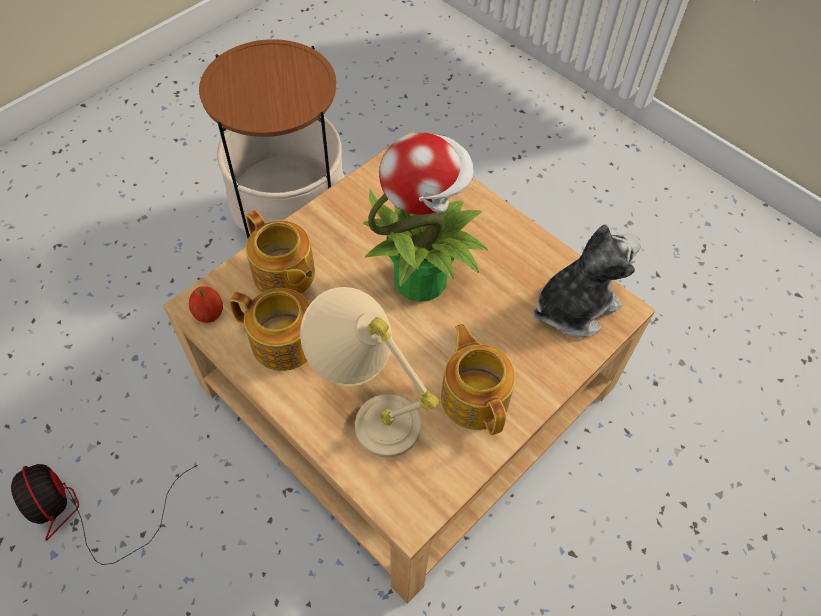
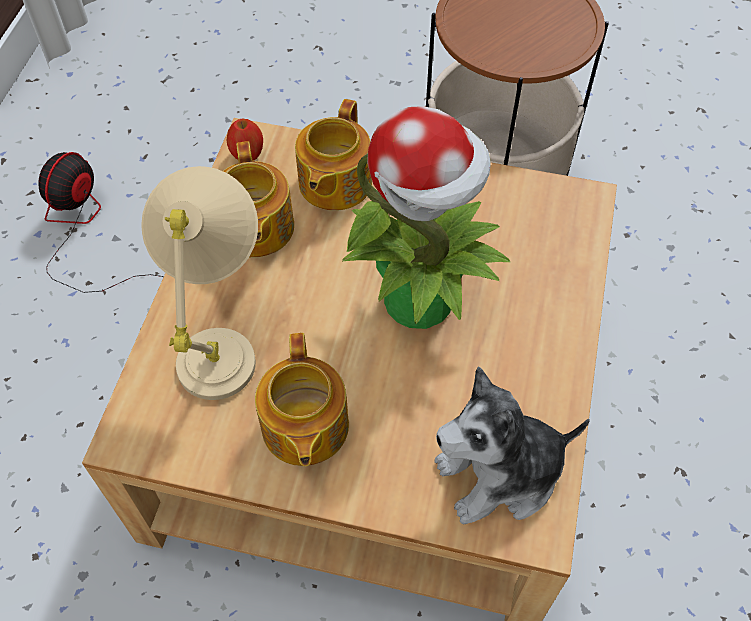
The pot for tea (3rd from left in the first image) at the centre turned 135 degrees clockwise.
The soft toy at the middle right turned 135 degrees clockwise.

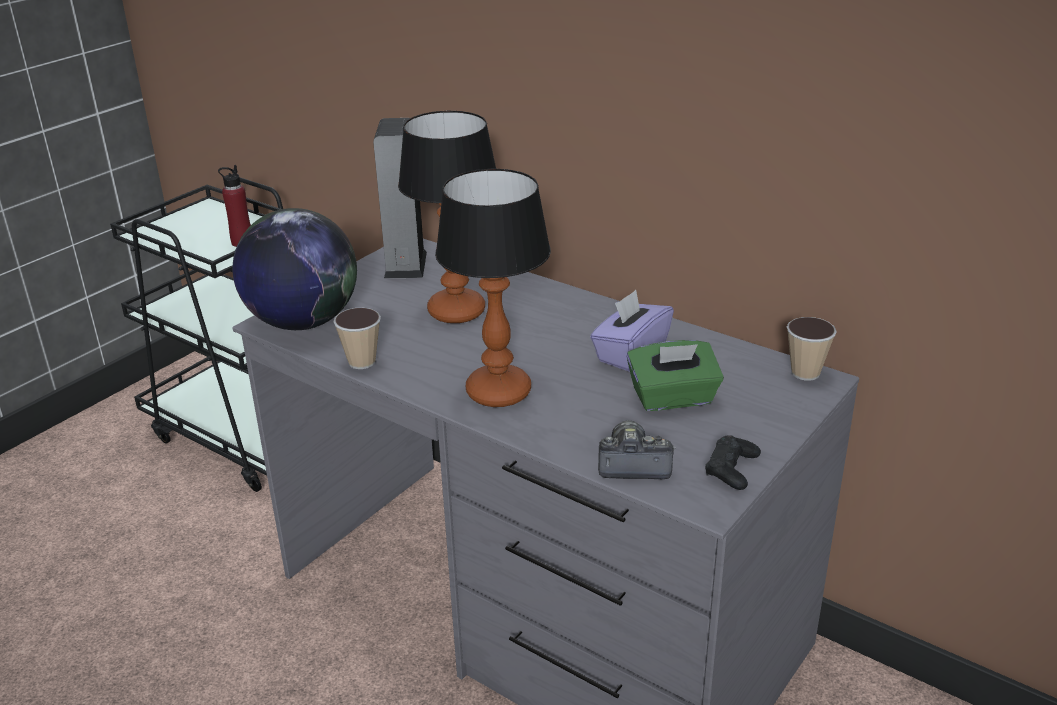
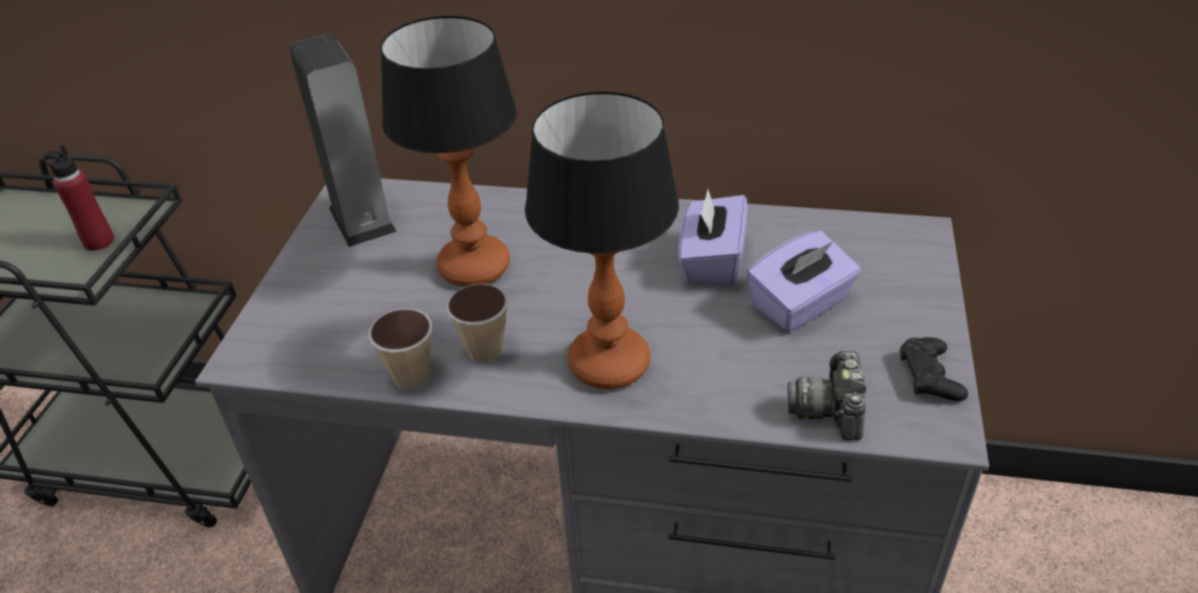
The cup (2nd from left) moved from the middle right to the centre.
The greenish box of tissues at the centre became the purple box of tissues (2nd from left) at the middle right.
The photo camera at the centre turned 60 degrees counterclockwise.
The globe at the middle left disappeared.

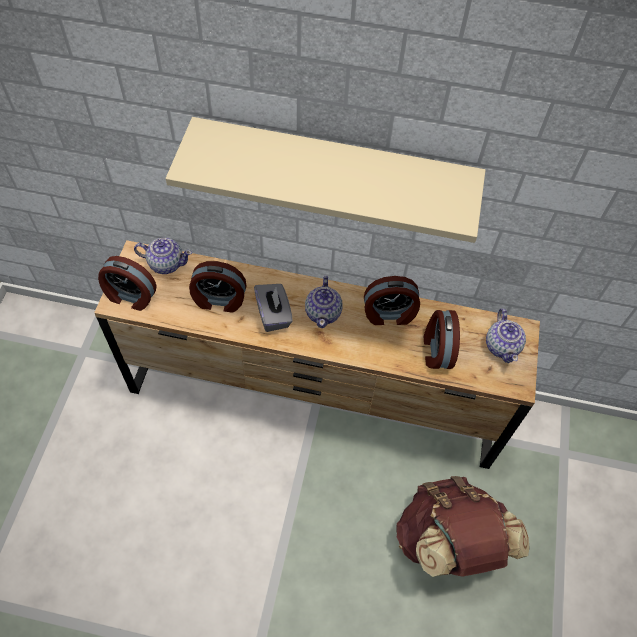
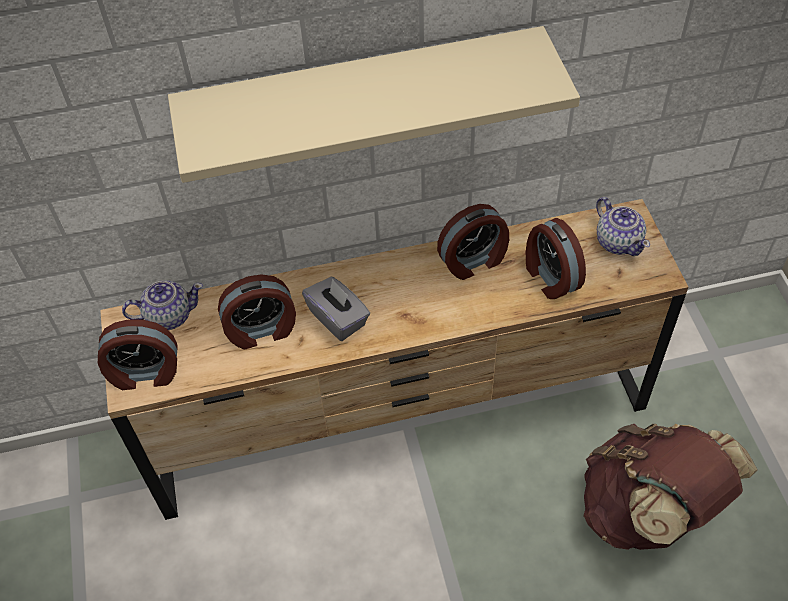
The pot for tea (2nd from left) at the centre disappeared.

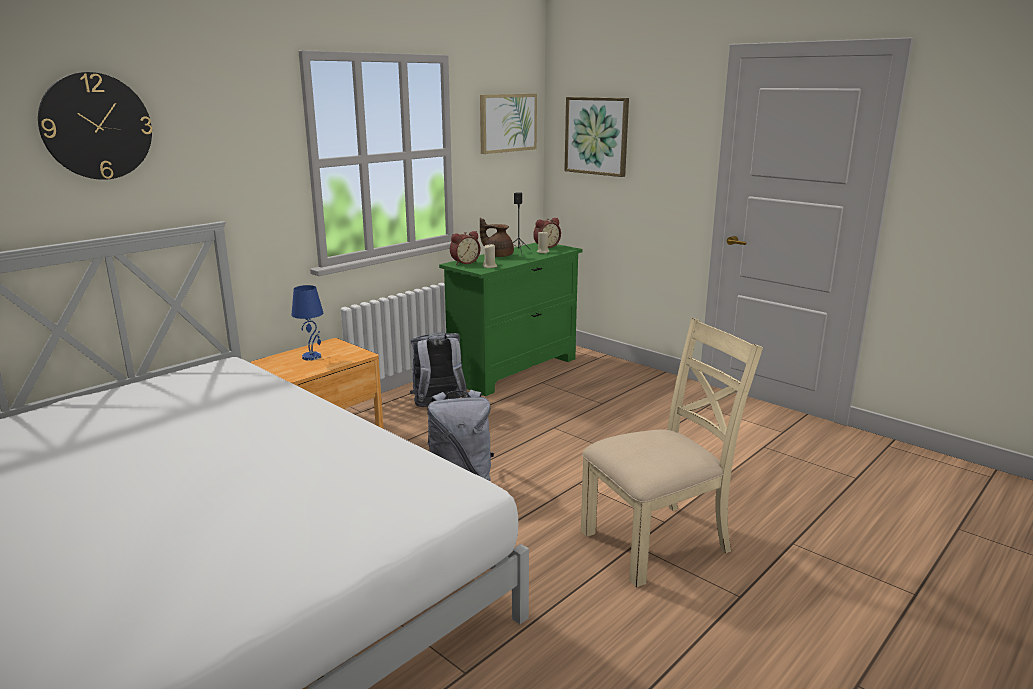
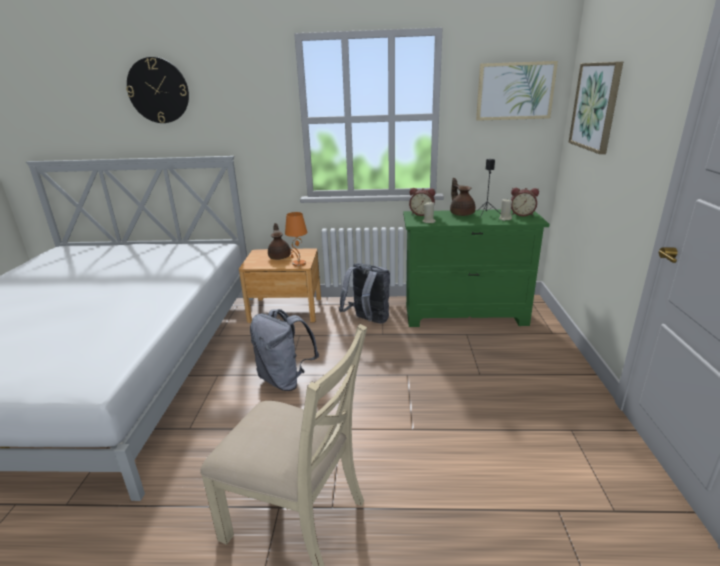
The blue table lamp at the middle left was replaced by the brown pot for tea (1st from left) at the centre.
The orangey table lamp at the centre appeared.

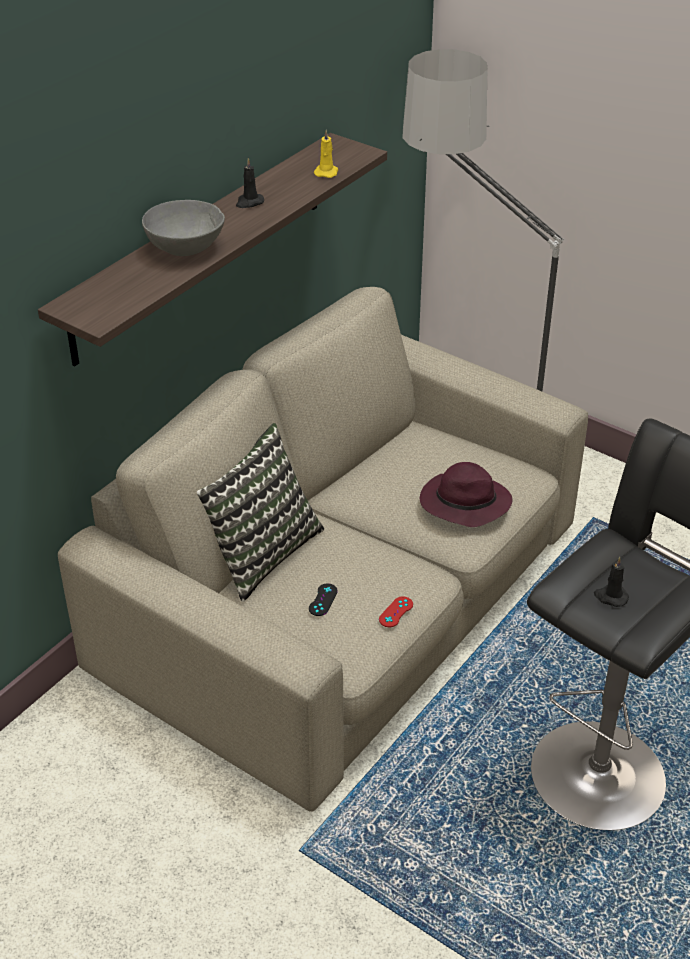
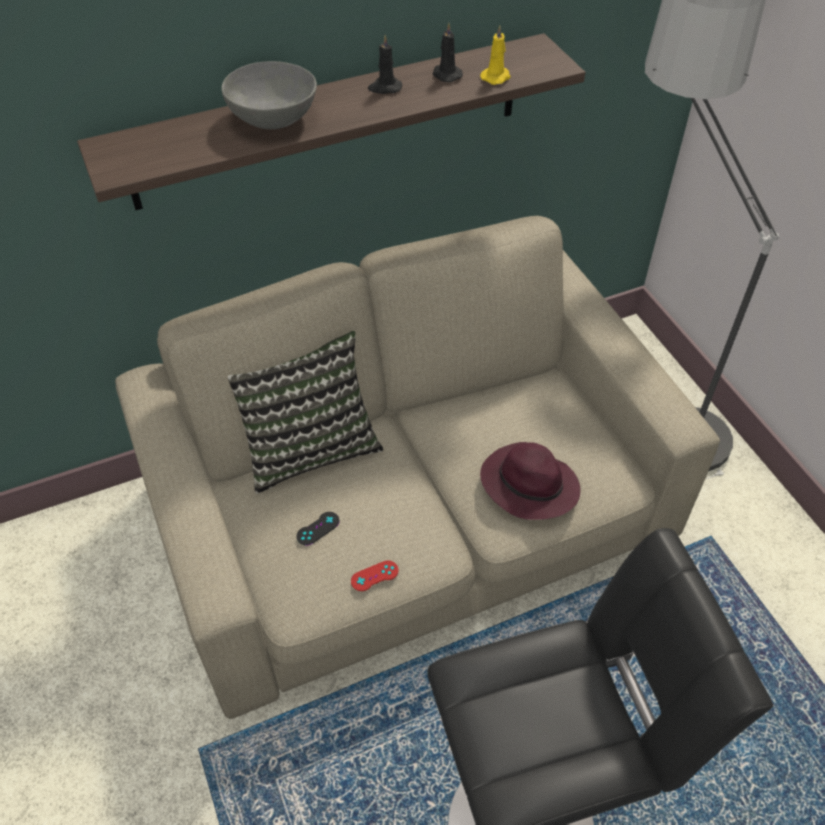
The black candle (2nd from left) moved from the middle right to the top centre.

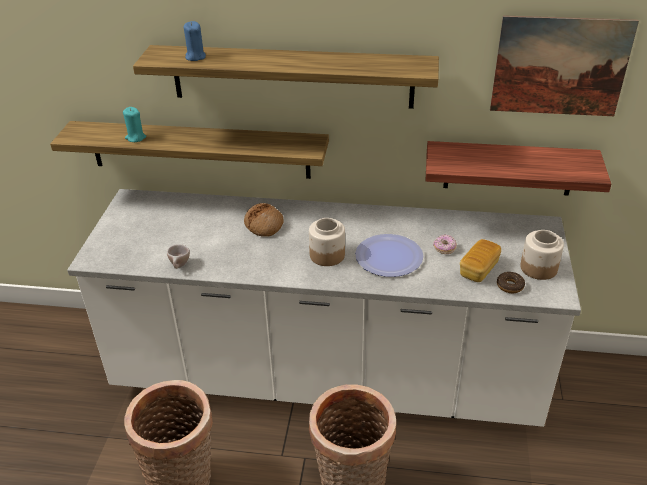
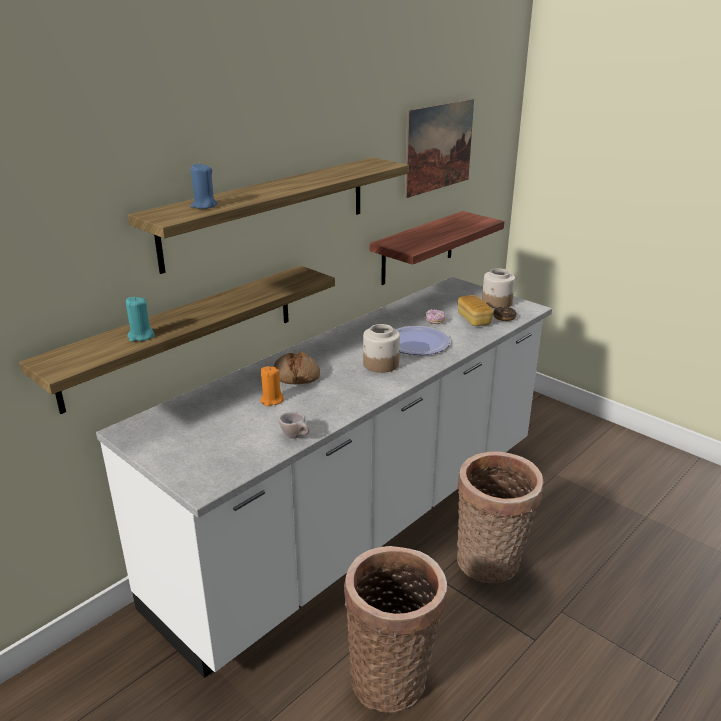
The orangey candle at the centre appeared.

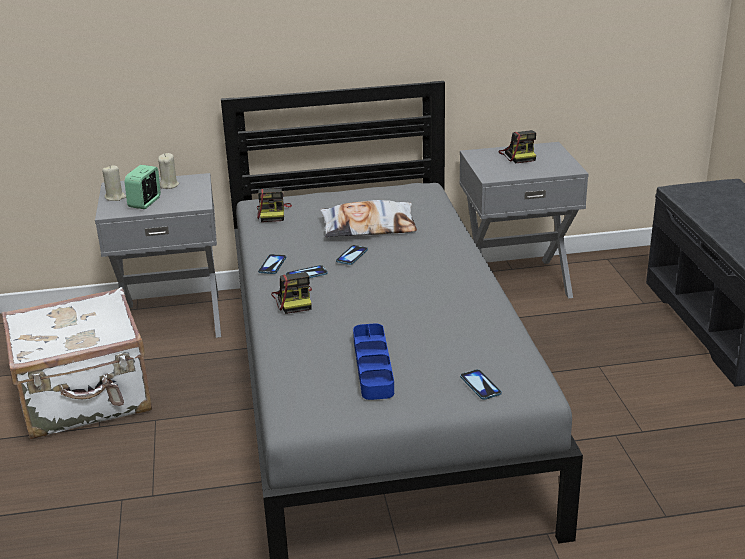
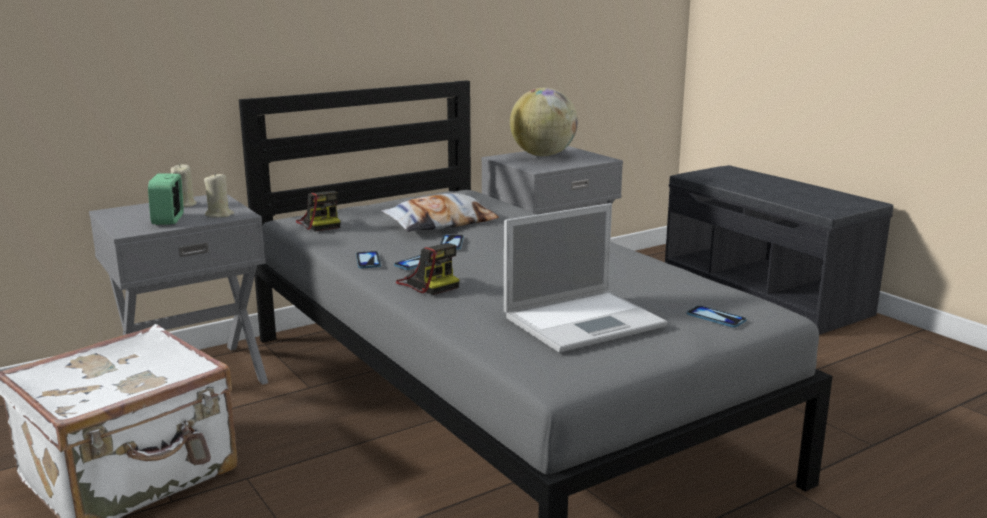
The beige candle (1st from left in the first image) moved from the top left to the middle left.
The blue serving tray at the centre was replaced by the portable computer at the centre.
The photo camera (3rd from left) at the top right was replaced by the globe at the top centre.

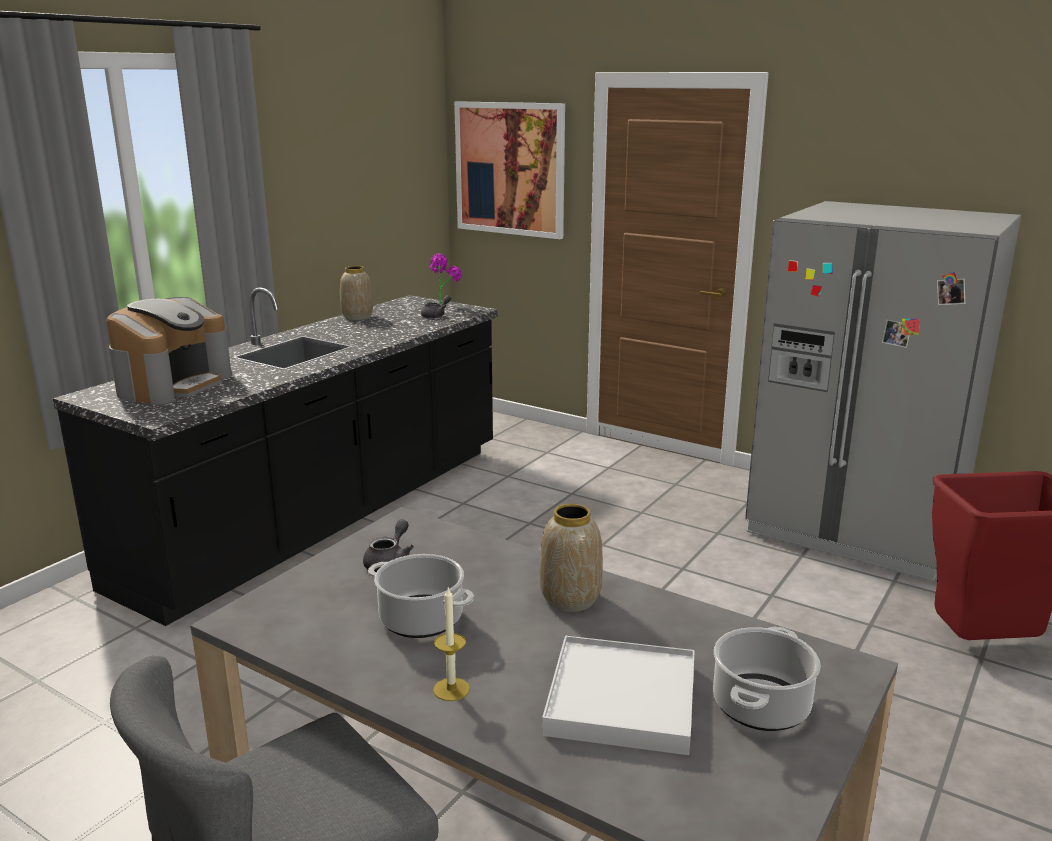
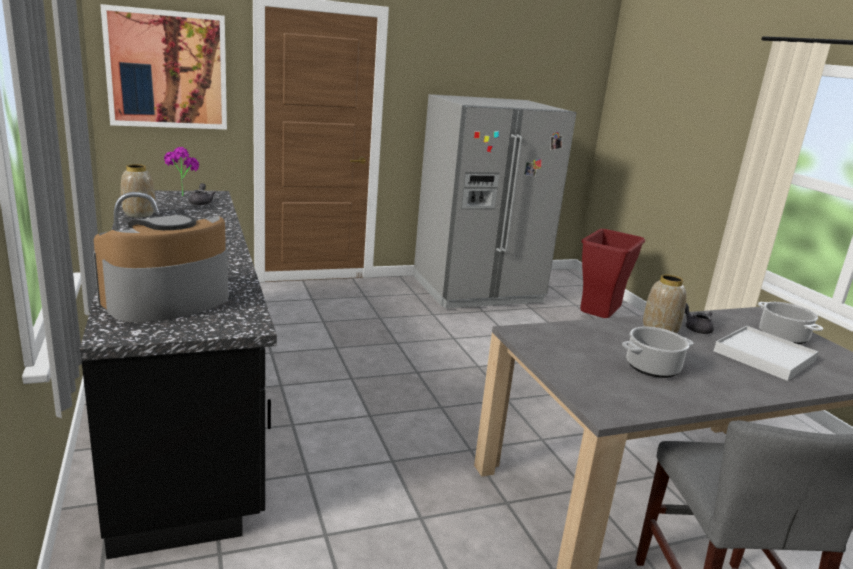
The coffee maker at the middle left turned 105 degrees counterclockwise.
The grey pot for tea (1st from left in the first image) moved from the centre to the middle right.
The candle at the bottom centre disappeared.

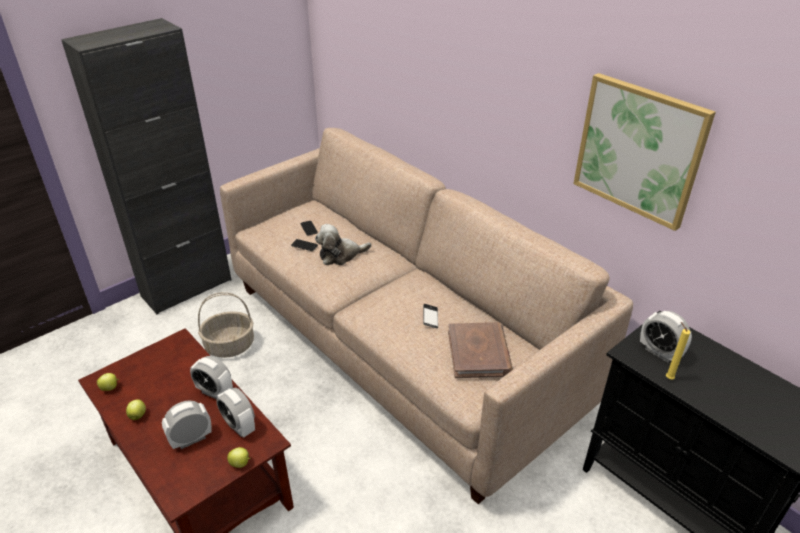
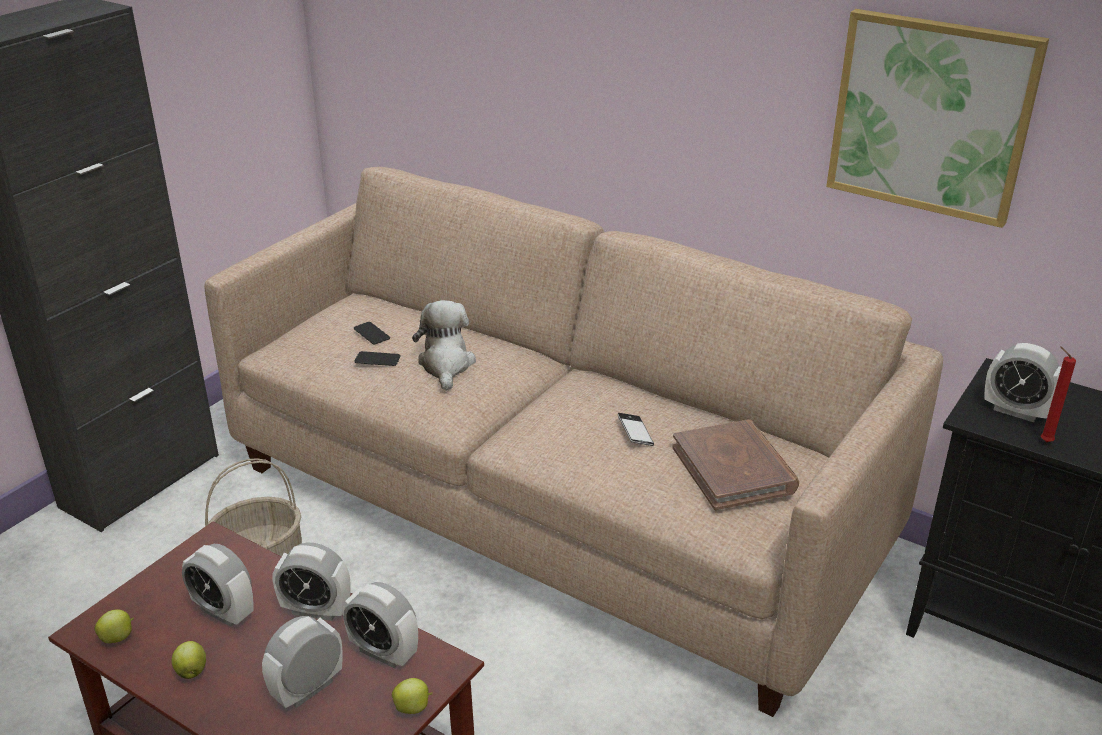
The table clock (1st from left) at the bottom left appeared.
The soft toy at the centre turned 120 degrees clockwise.
The yellowish candle at the middle right became the red-coloured candle at the middle right.

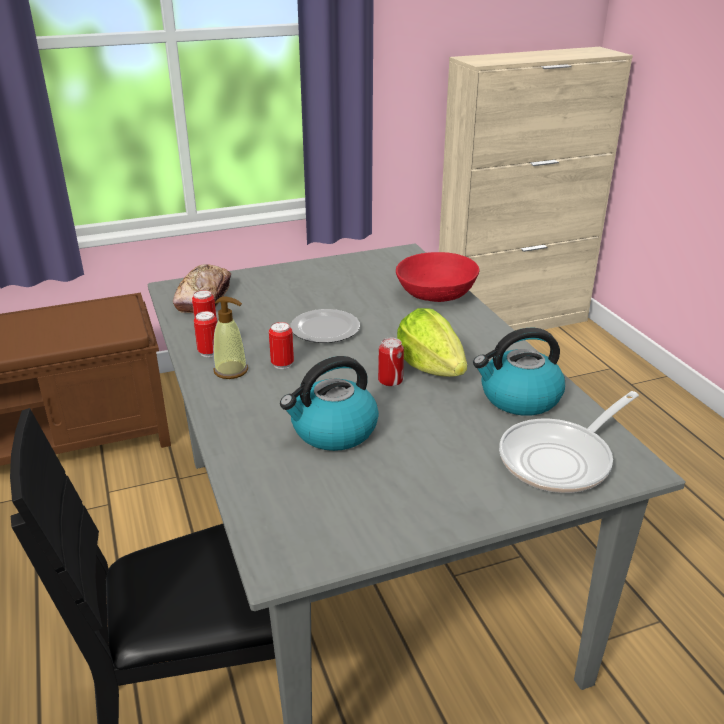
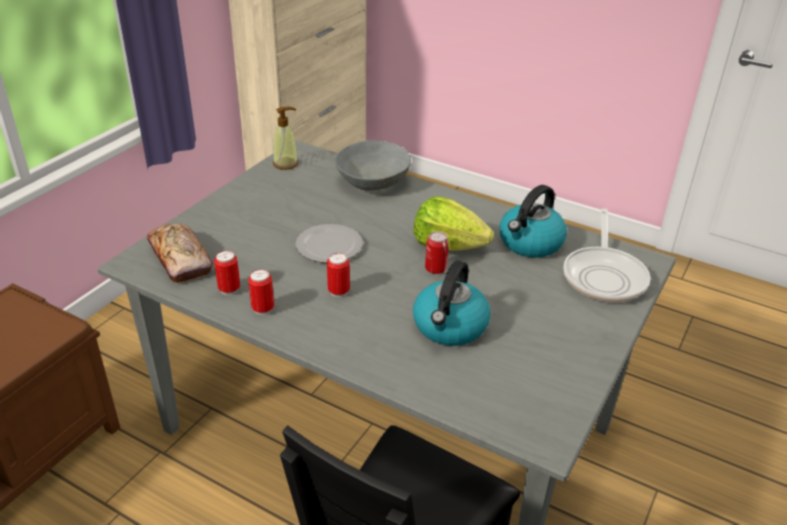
The soap dispenser moved from the middle left to the top centre.
The red-coloured serving bowl at the centre became the grey serving bowl at the top centre.

